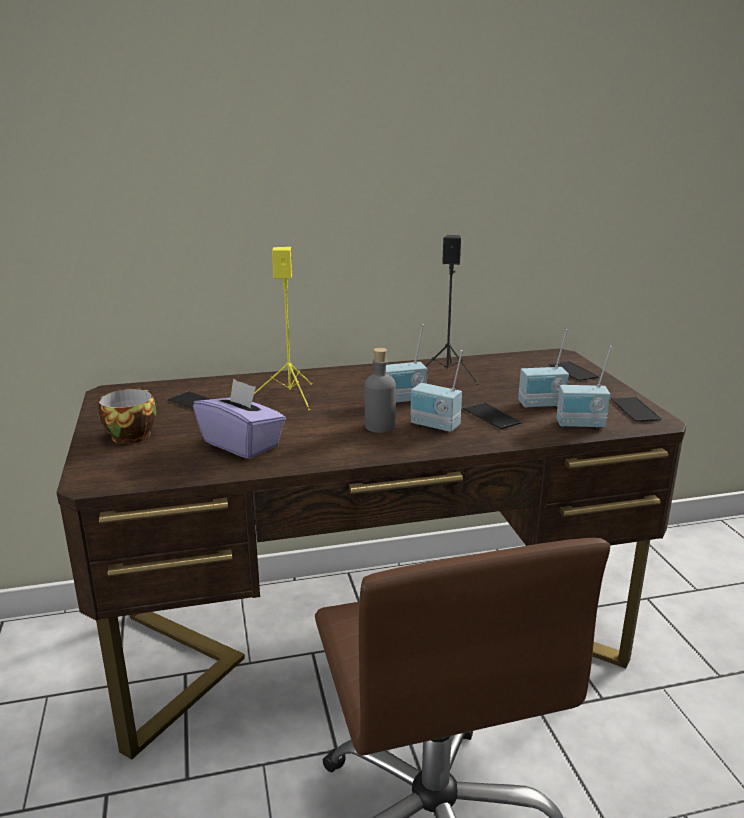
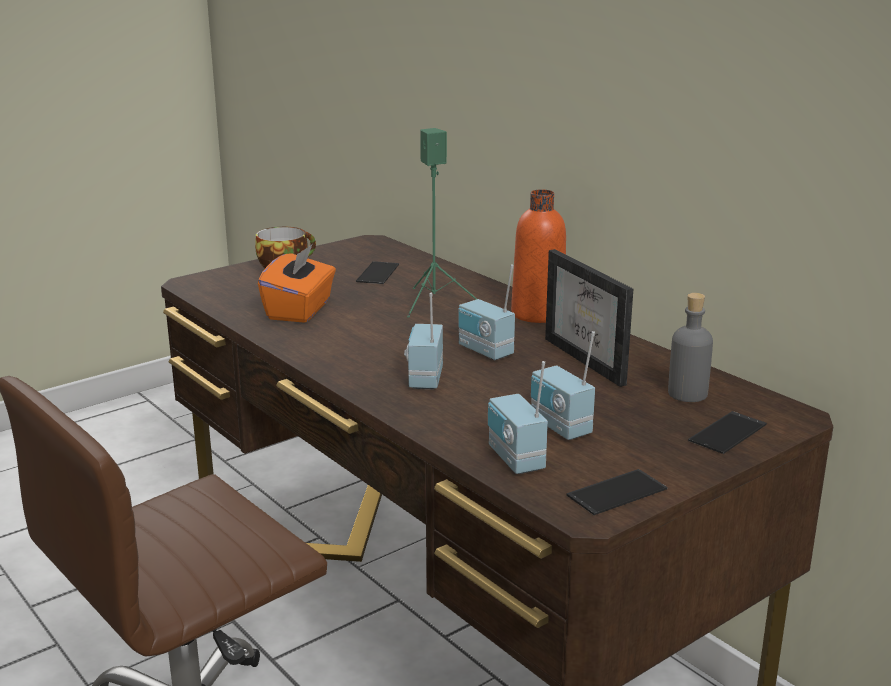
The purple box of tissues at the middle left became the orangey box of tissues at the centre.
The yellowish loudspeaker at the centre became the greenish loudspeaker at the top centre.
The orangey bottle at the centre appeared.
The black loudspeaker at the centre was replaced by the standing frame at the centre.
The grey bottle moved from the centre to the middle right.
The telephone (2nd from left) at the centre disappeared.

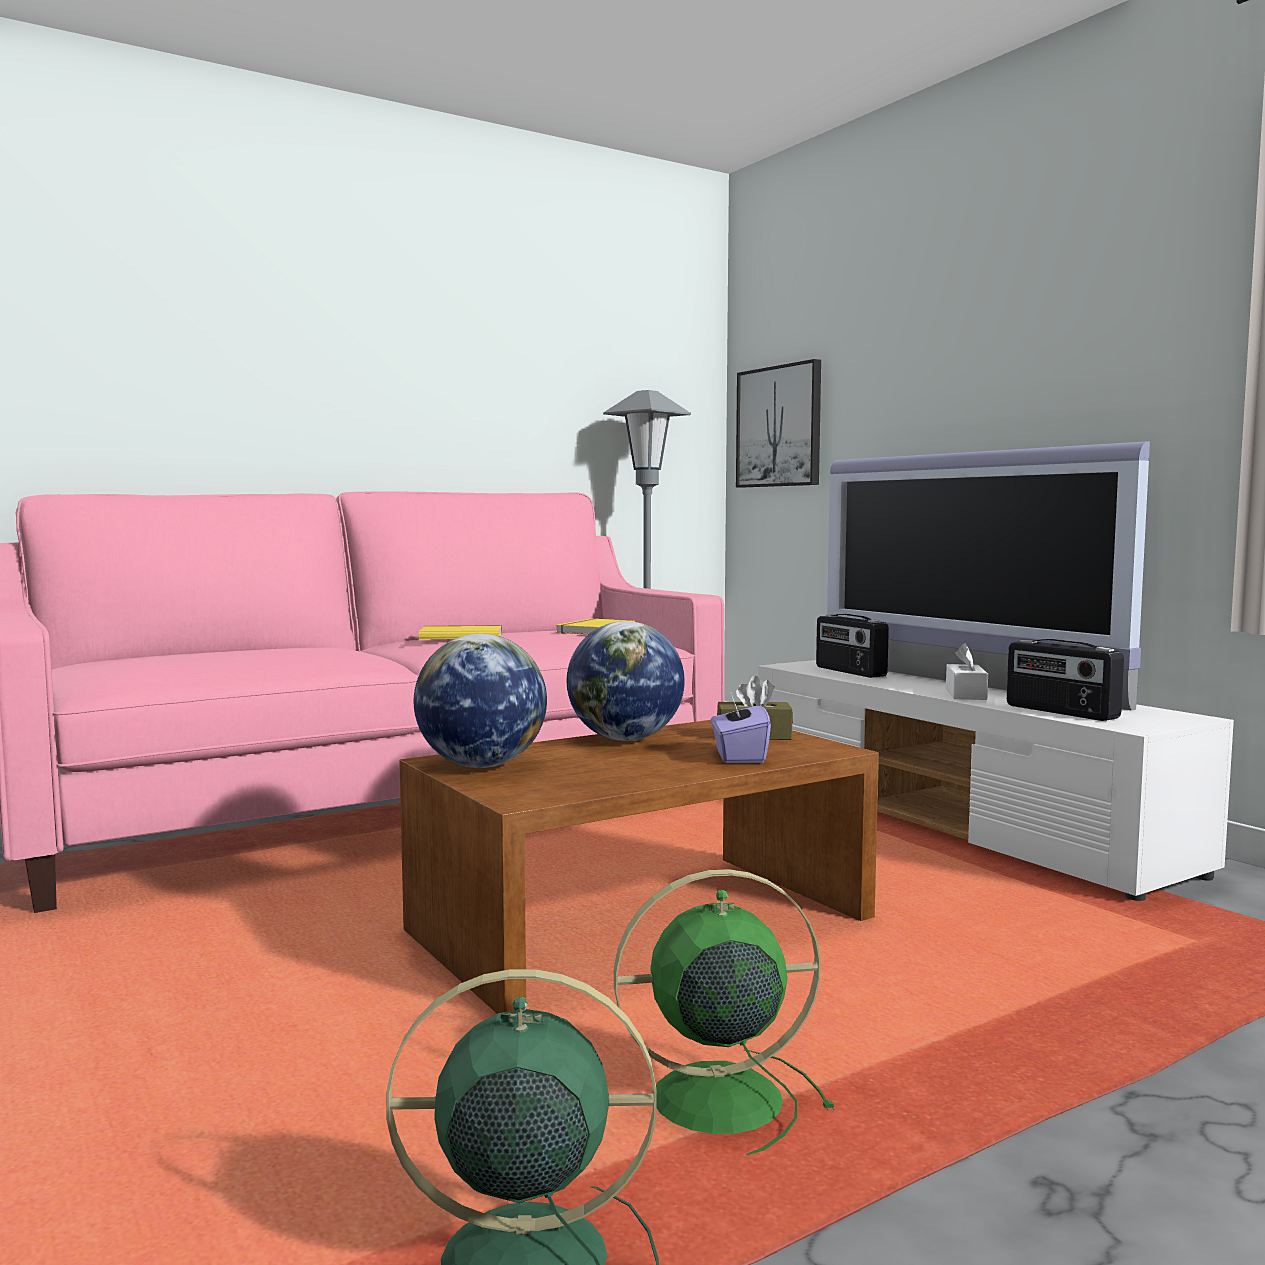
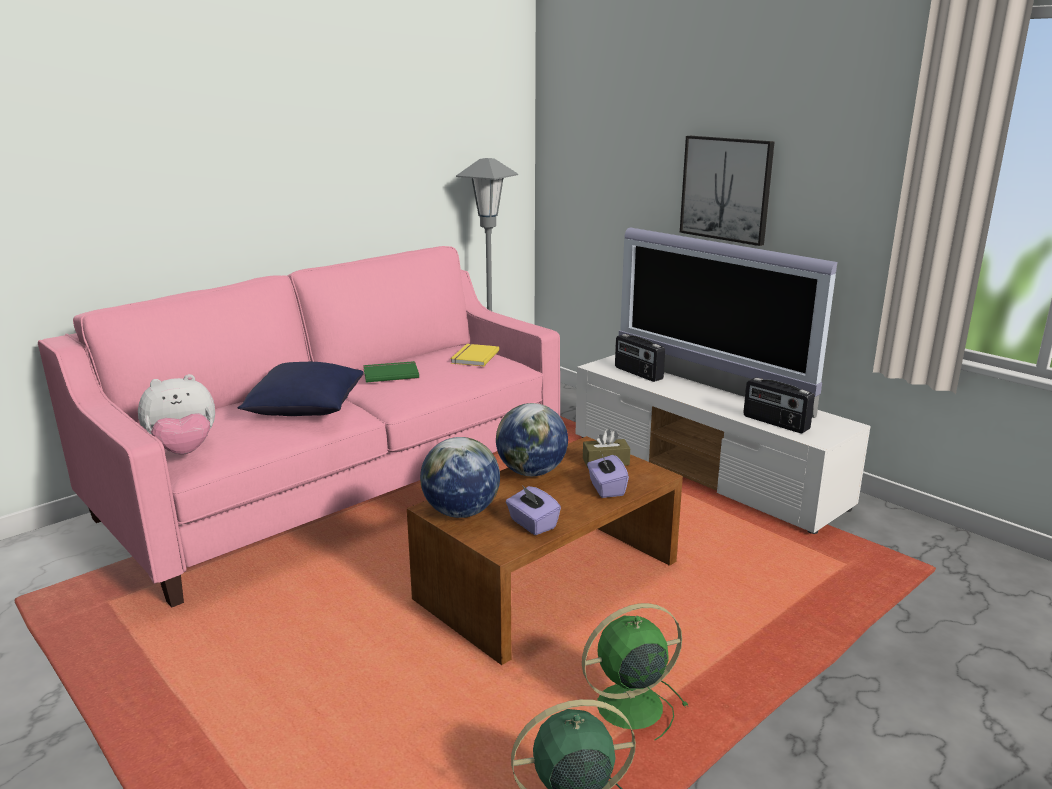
The soft toy at the middle left appeared.
The blue pillow at the middle left appeared.
The yellowish bound book (1st from left) at the centre became the greenish bound book at the centre.
The purple box of tissues (1st from left) at the centre appeared.
The wall art moved from the centre to the top right.
The white box of tissues at the middle right disappeared.

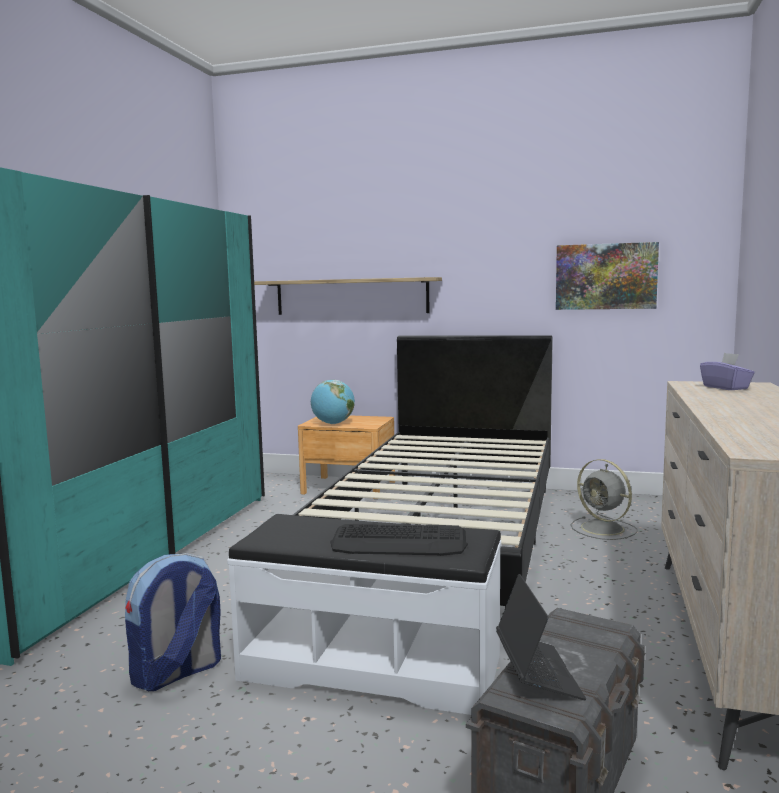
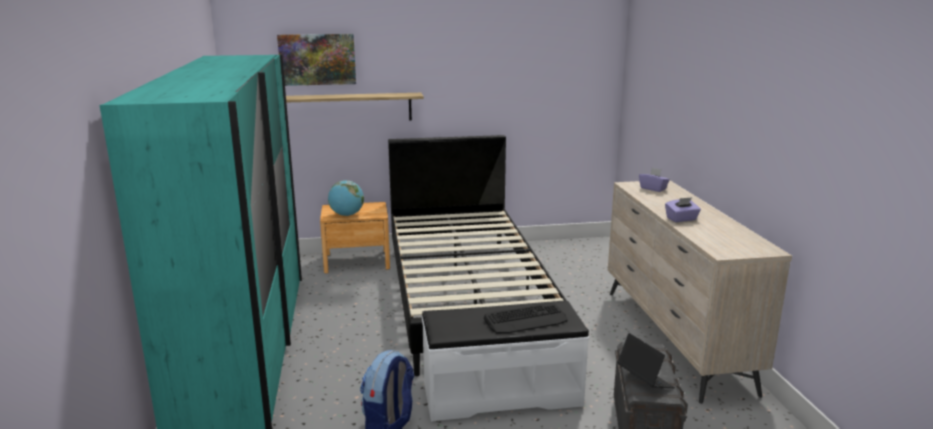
The wall art moved from the middle right to the top centre.
The purple box of tissues (2nd from left) at the middle right appeared.
The grey cooling fan at the middle right disappeared.

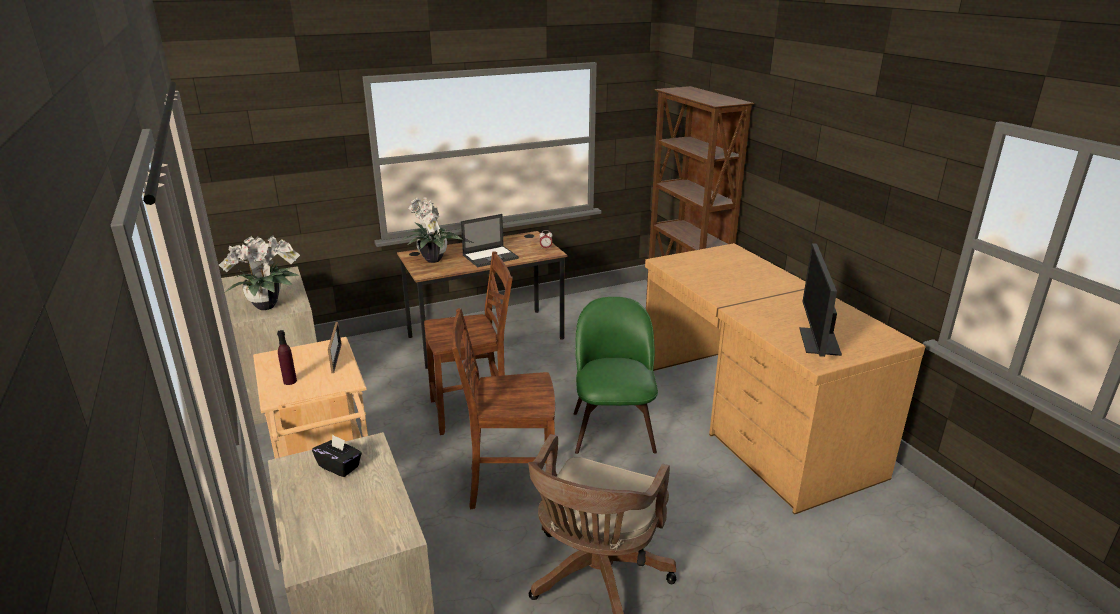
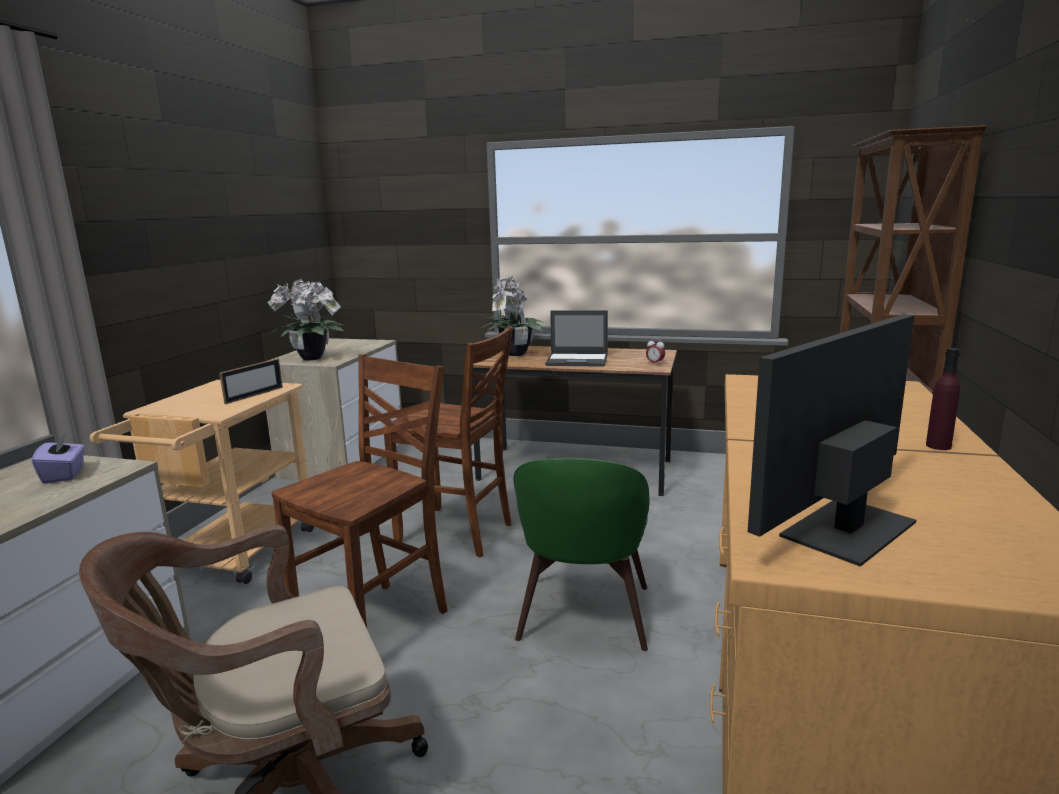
The black box of tissues at the bottom left became the purple box of tissues at the middle left.
The brown plain chair (2nd from left in the first image) at the centre turned 90 degrees clockwise.
The greenish plain chair at the centre turned 150 degrees clockwise.
The purple bottle moved from the middle left to the middle right.

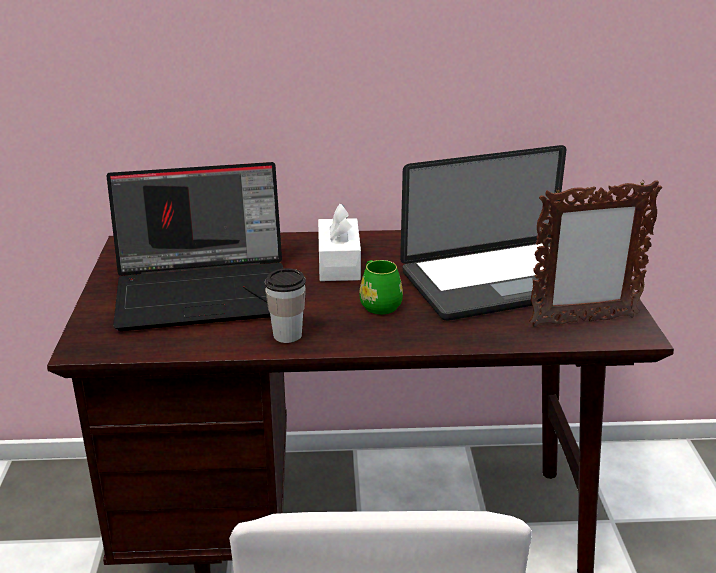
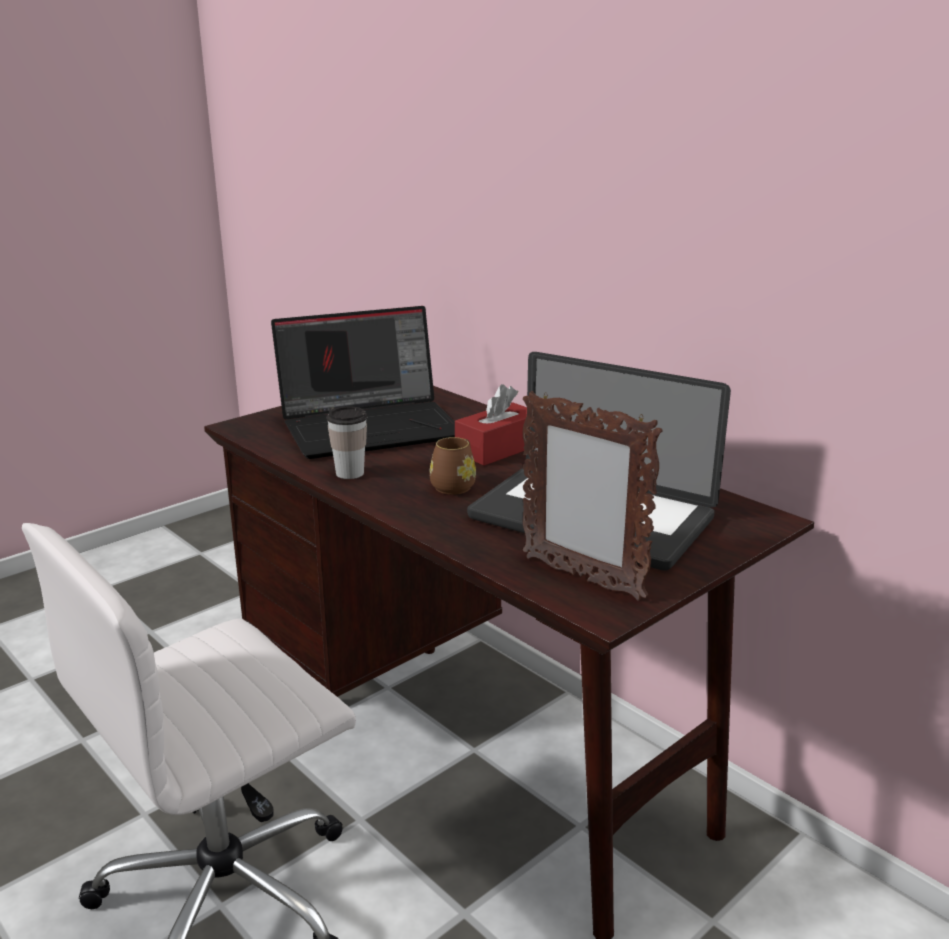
The portable computer (1st from left) at the middle left turned 60 degrees counterclockwise.
The greenish coffee mug at the centre became the brown coffee mug at the centre.
The white box of tissues at the centre became the red-coloured box of tissues at the centre.

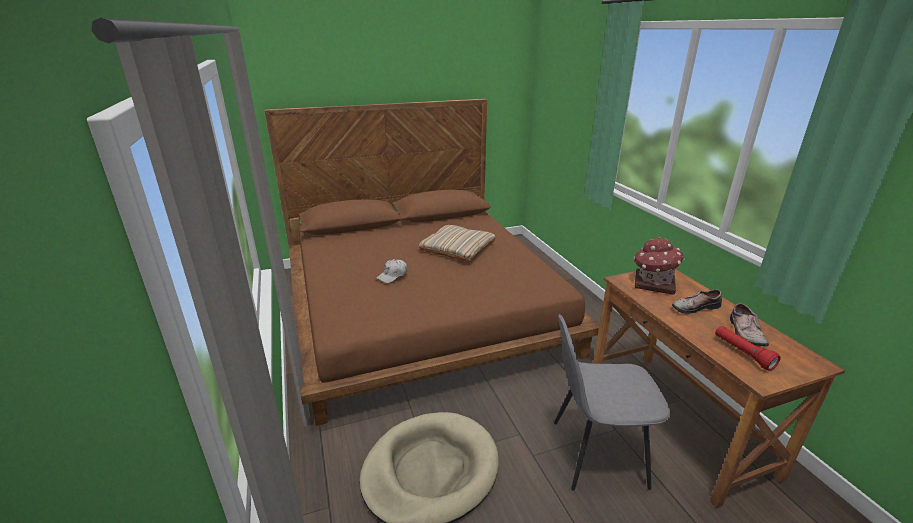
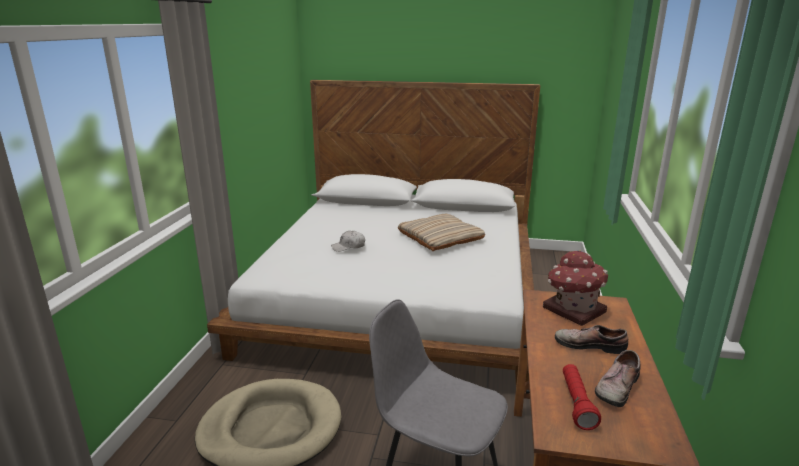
The brown sleeping bed at the centre became the white sleeping bed at the centre.

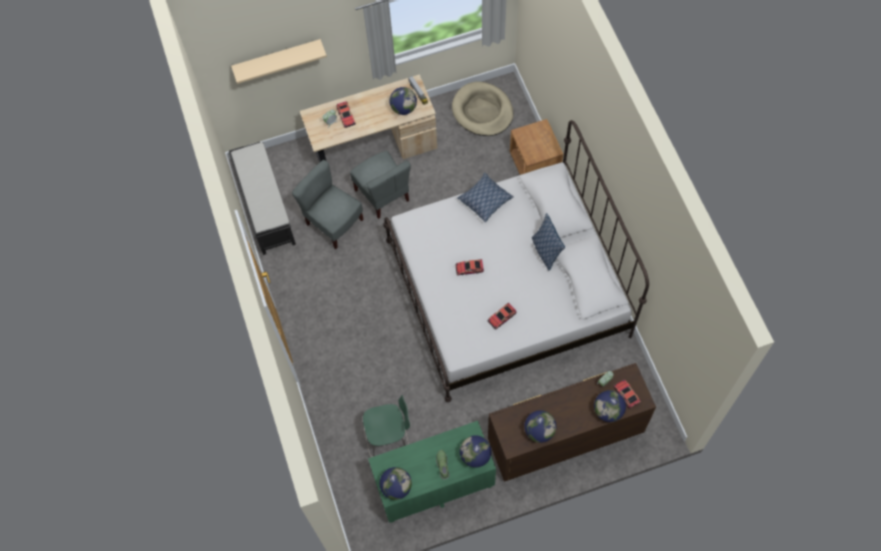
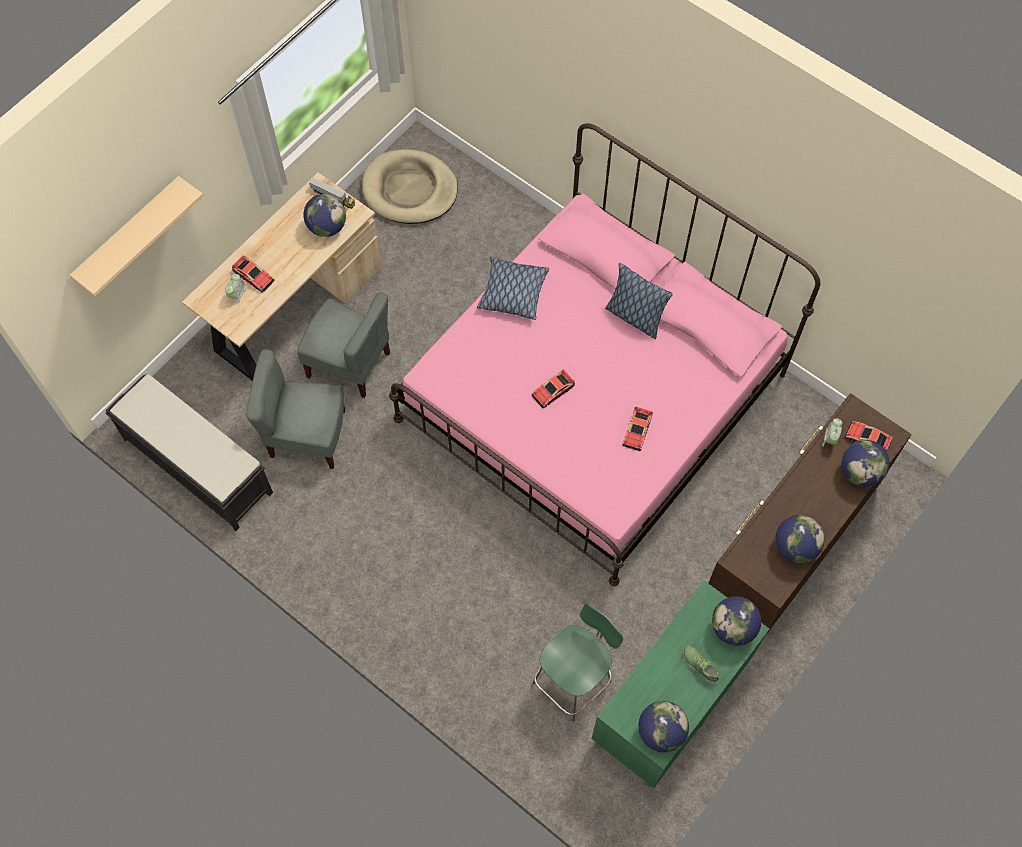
The white sleeping bed at the centre became the pinkish sleeping bed at the centre.
The brown nightstand at the top centre disappeared.

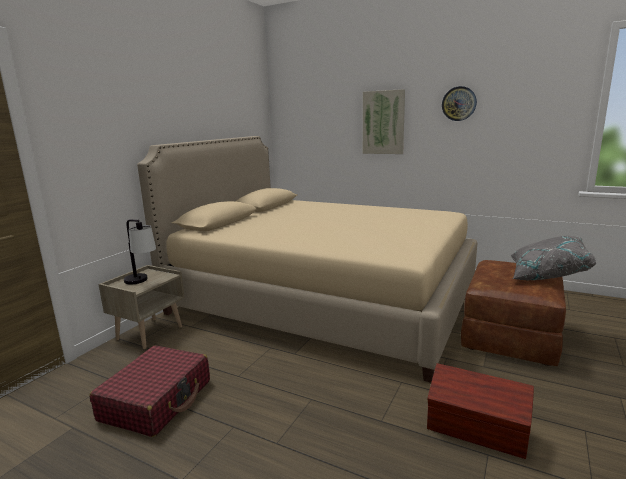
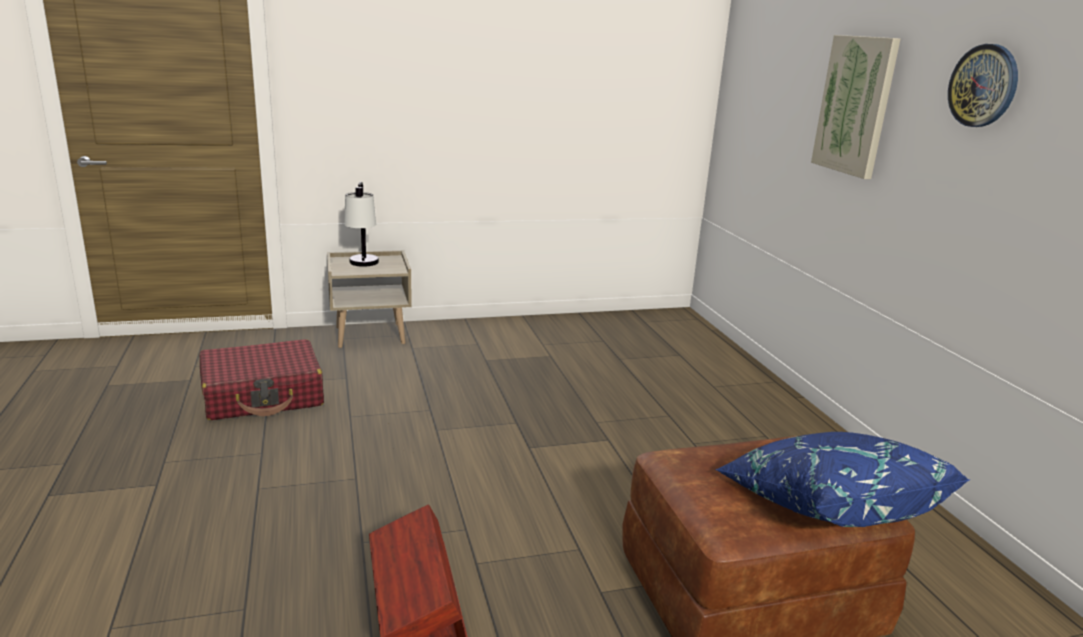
The grey pillow at the middle right became the blue pillow at the bottom right.
The beige sleeping bed at the centre disappeared.

